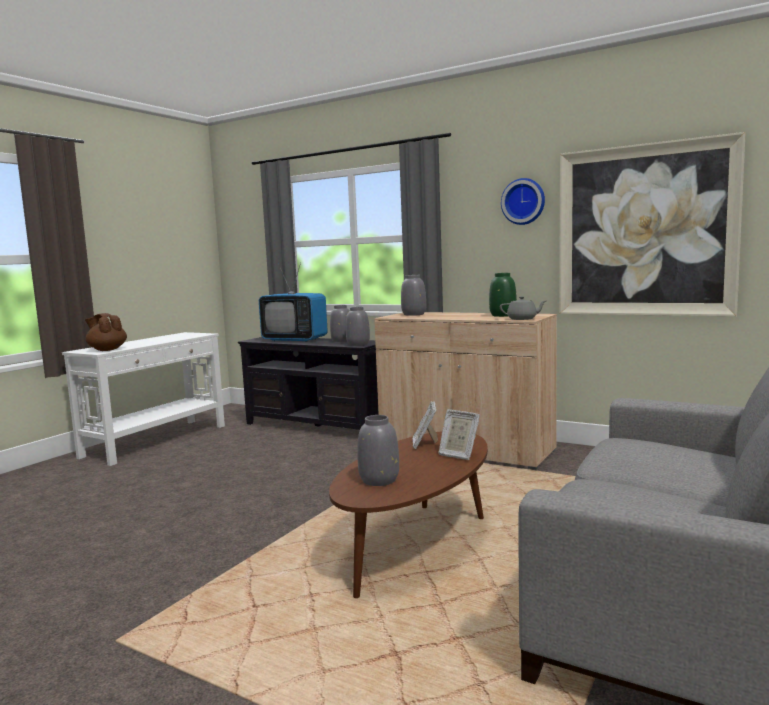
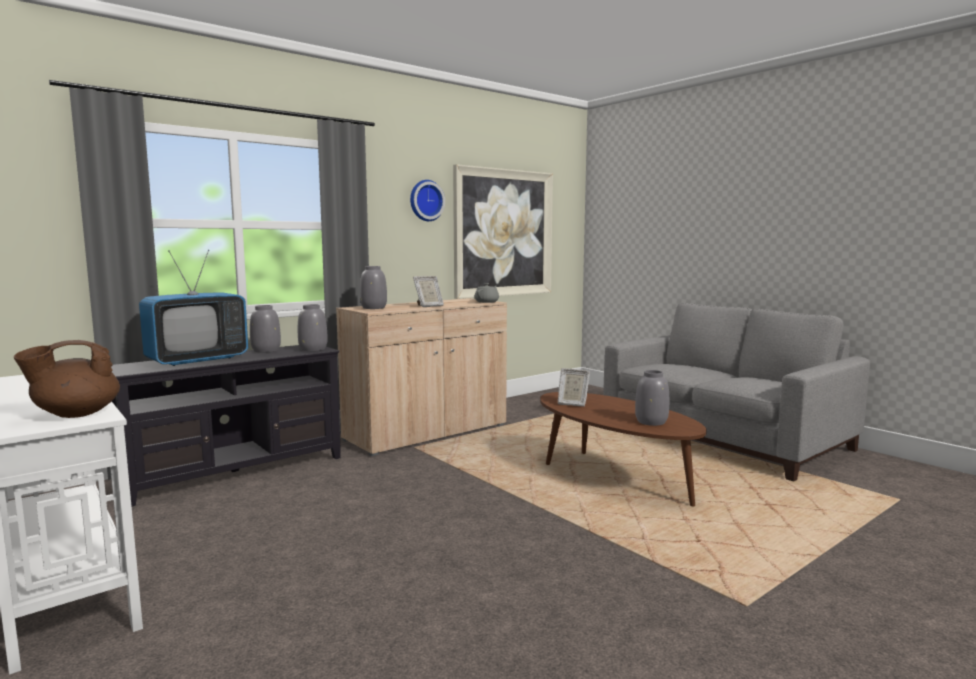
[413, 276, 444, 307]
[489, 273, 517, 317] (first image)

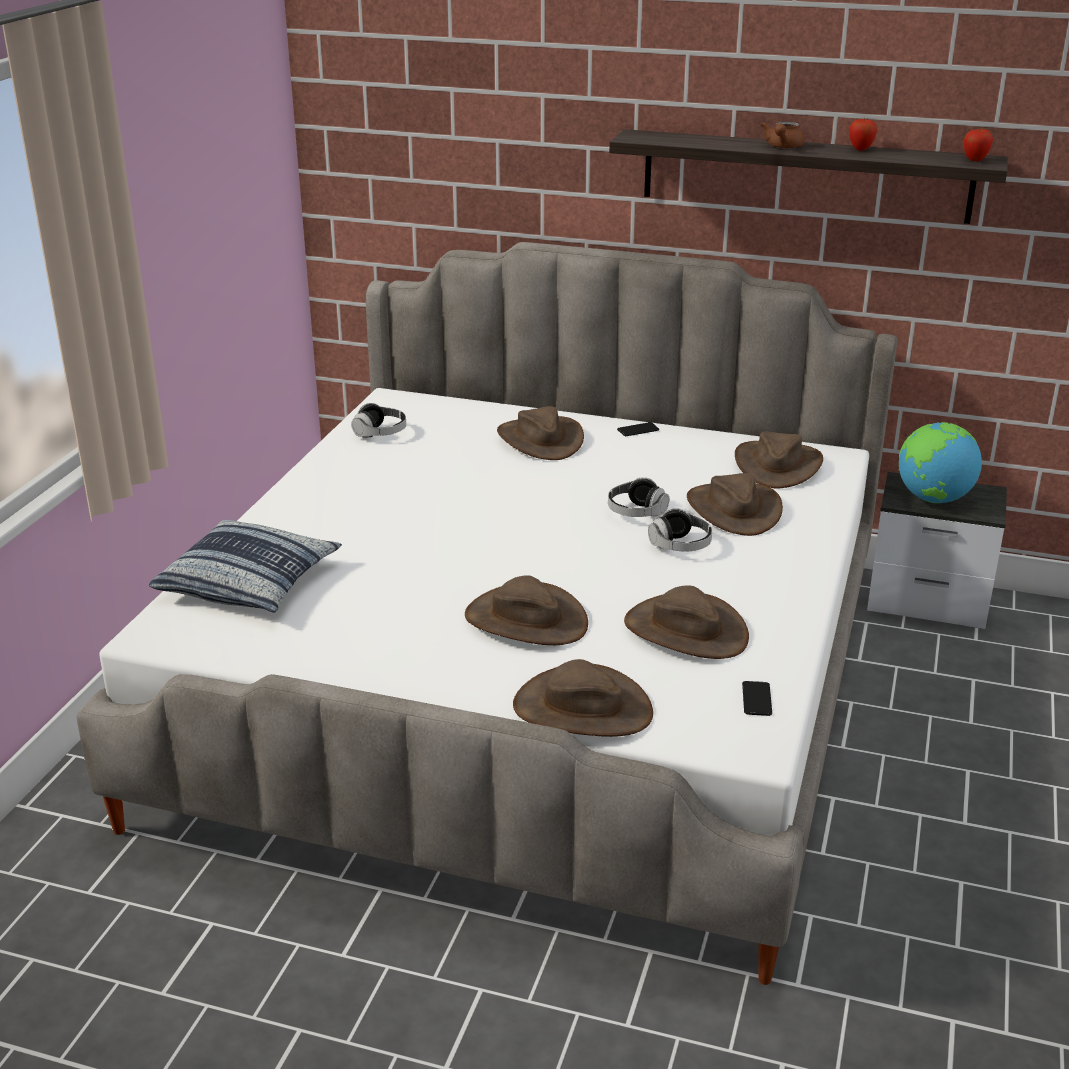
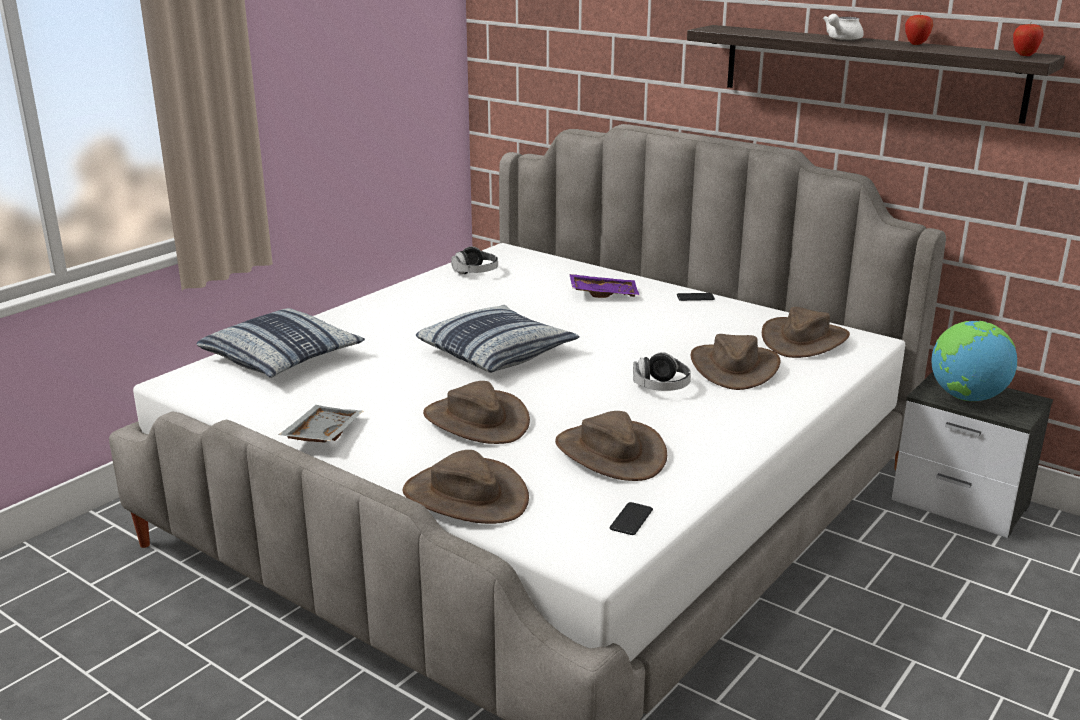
[570, 274, 639, 298]
[608, 477, 669, 517] (first image)
[823, 14, 864, 41]
[279, 405, 363, 443]
[416, 305, 580, 373]

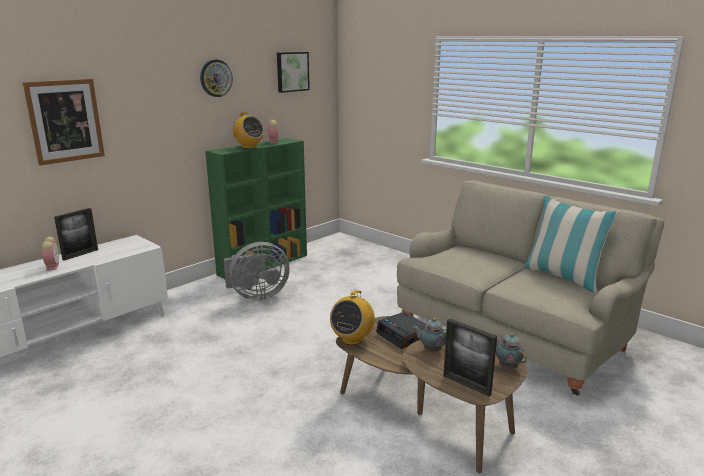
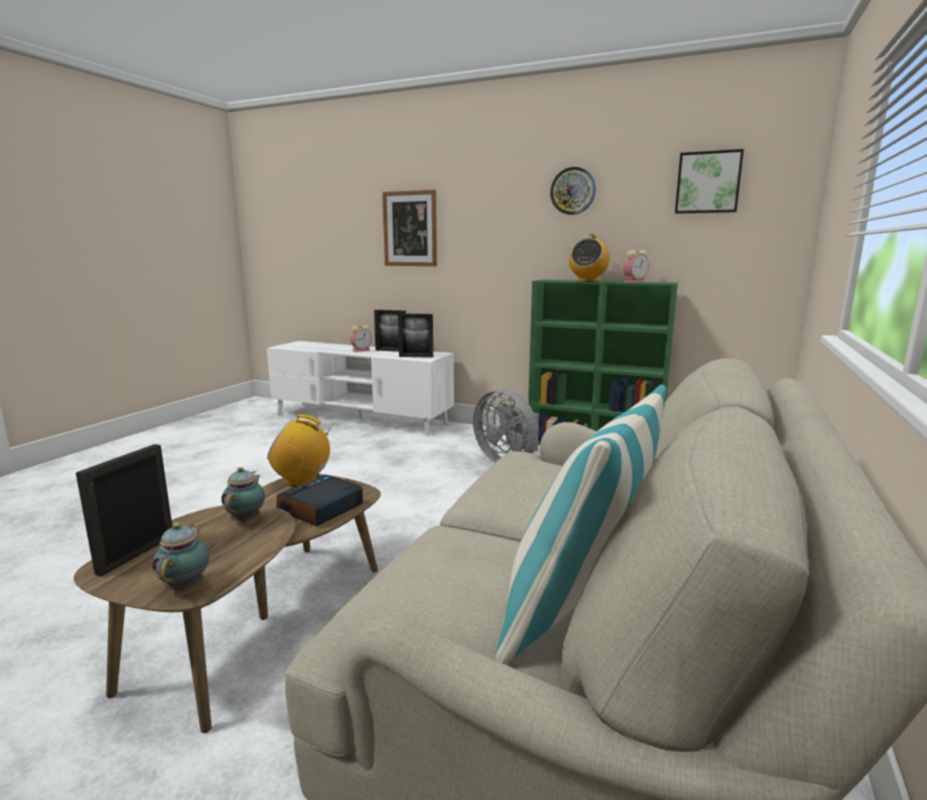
[152, 523, 209, 592]
[398, 313, 433, 358]

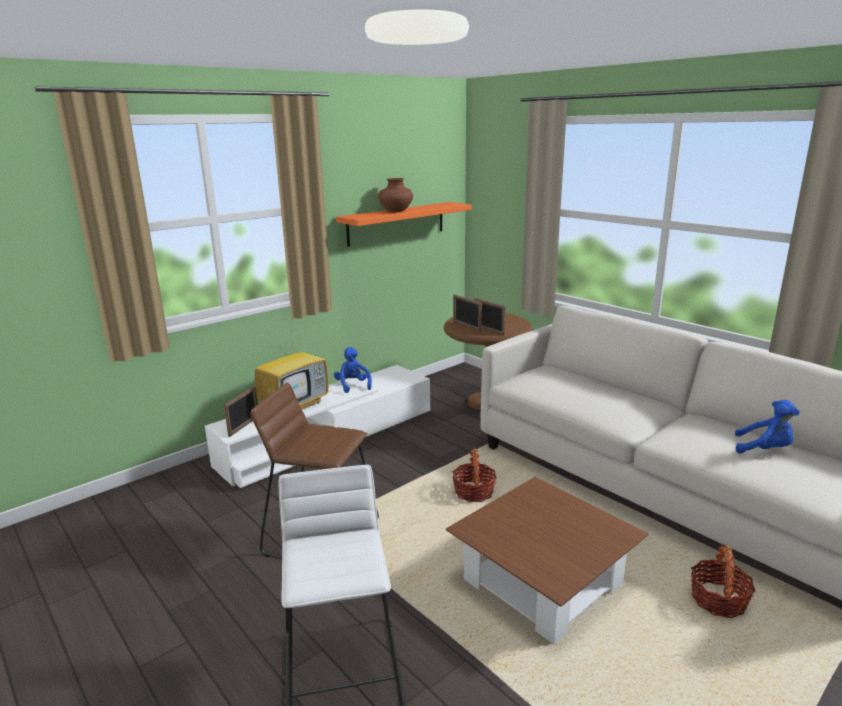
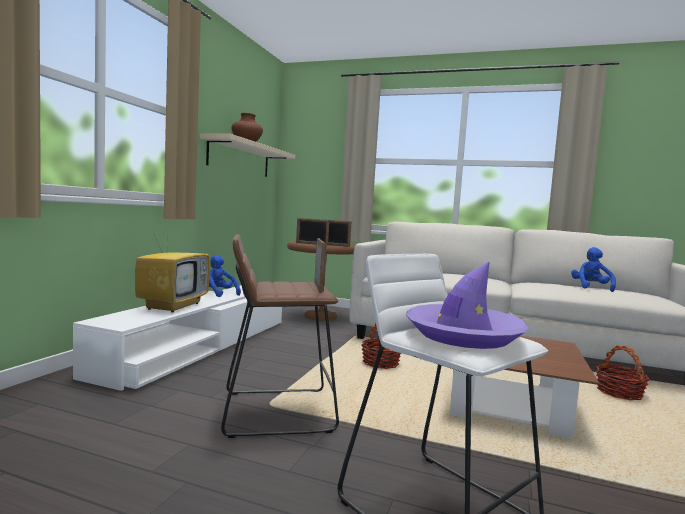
[314, 238, 327, 293]
[200, 133, 295, 177]
[571, 247, 616, 292]
[406, 261, 529, 349]

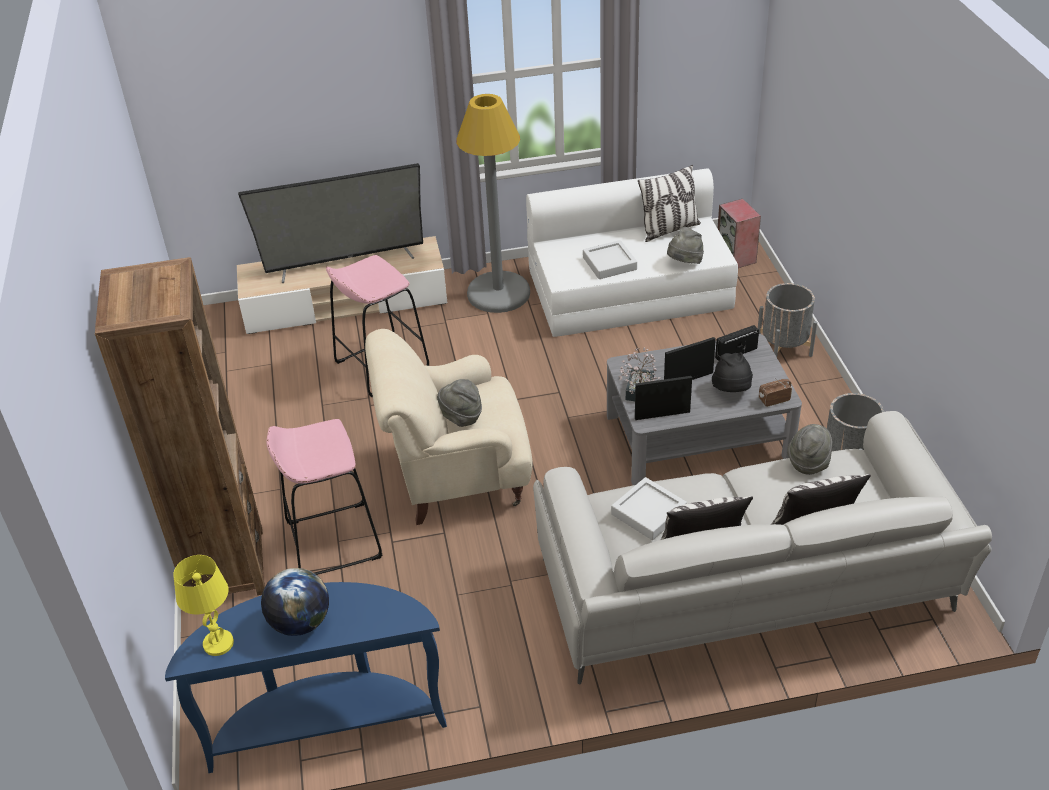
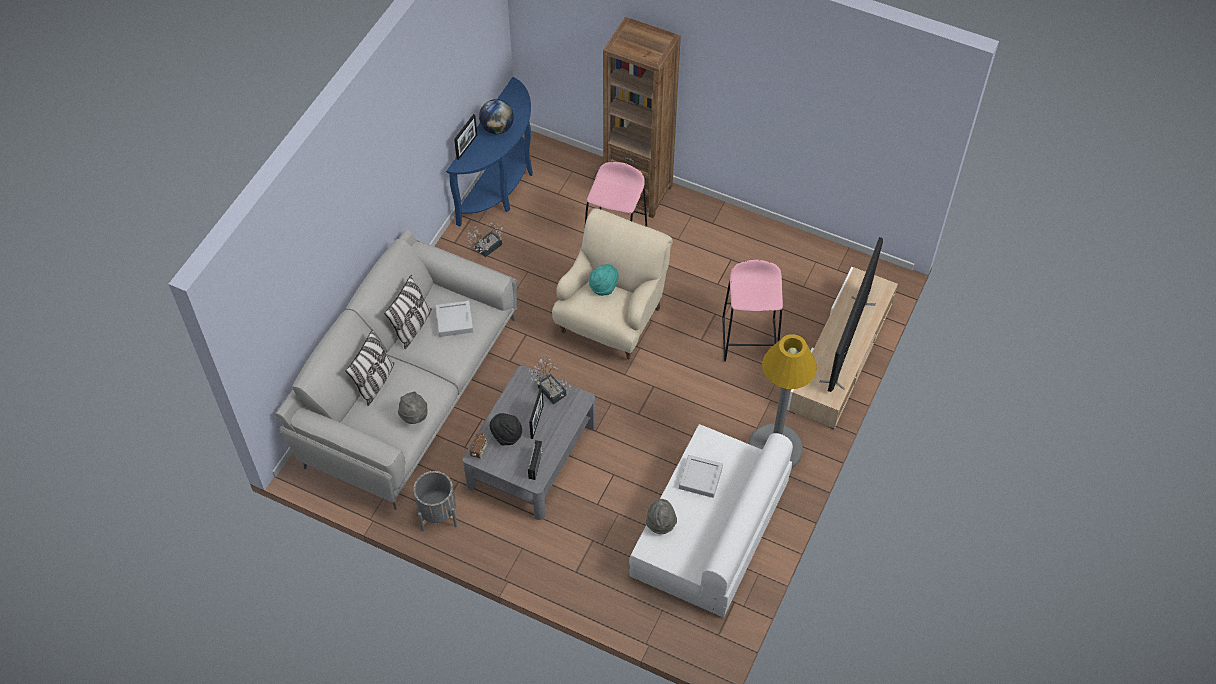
[173, 555, 234, 656] (first image)
[589, 264, 619, 296]
[454, 114, 477, 160]
[638, 165, 701, 242] (first image)
[717, 199, 761, 268] (first image)
[758, 283, 817, 357] (first image)
[467, 222, 503, 257]

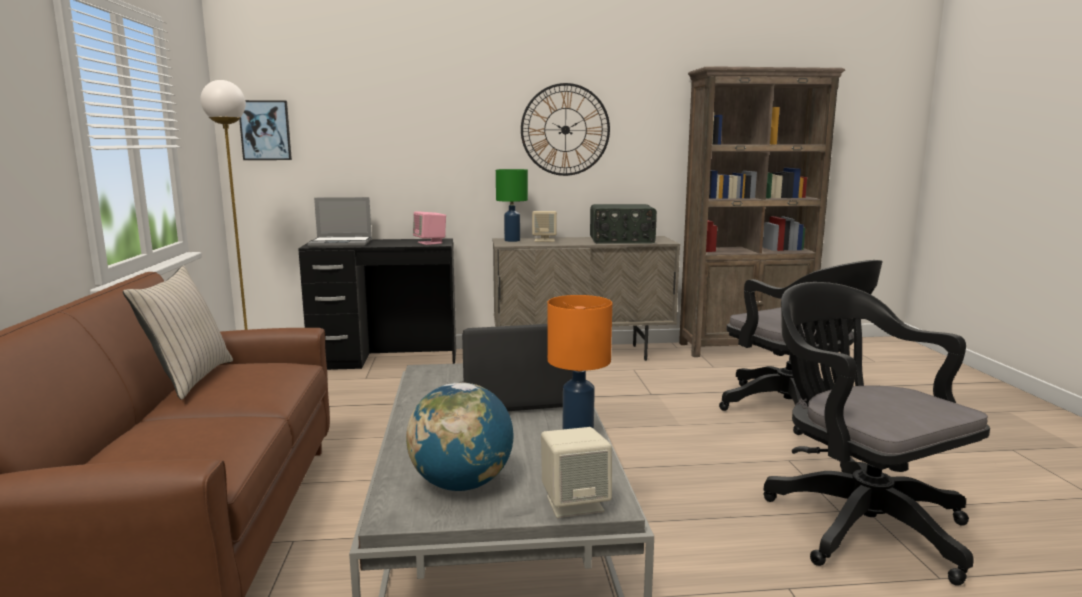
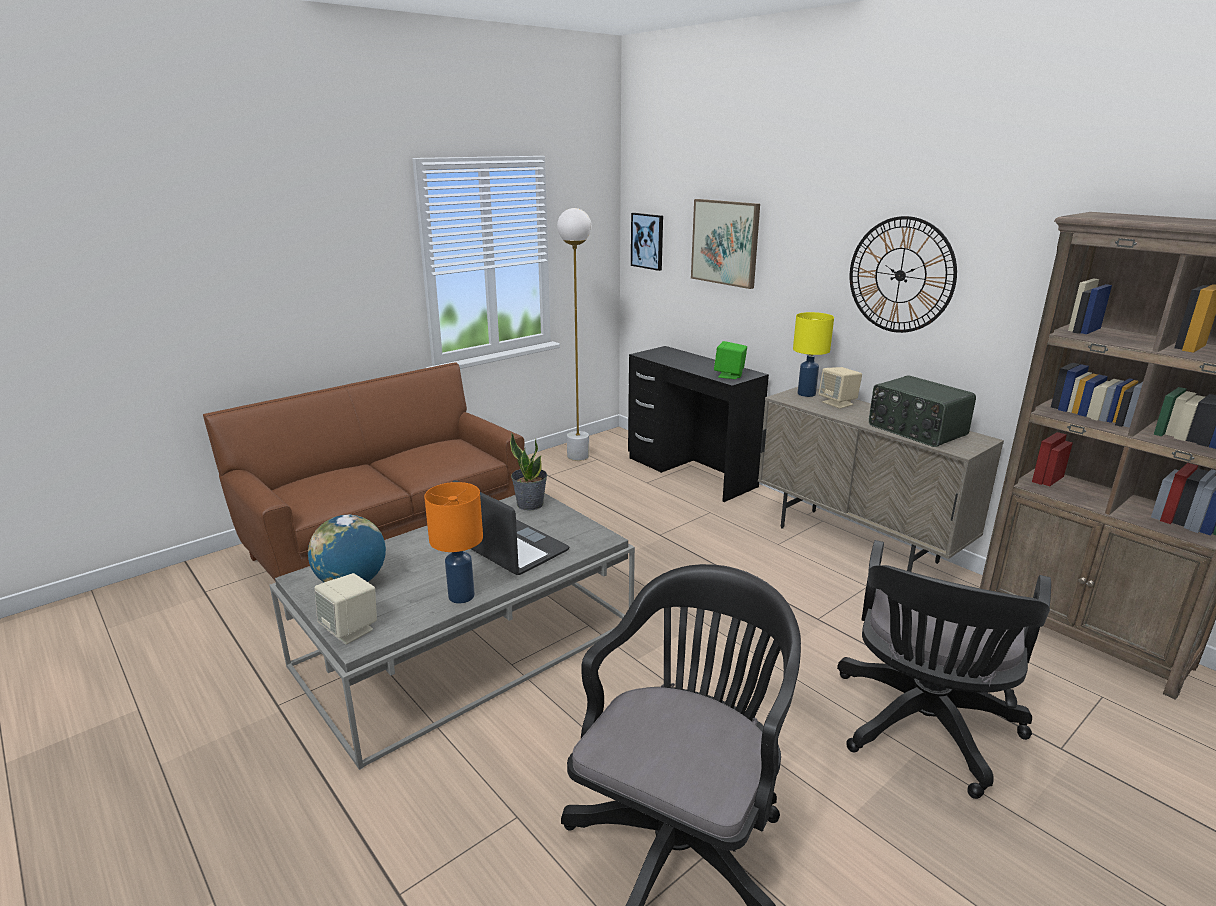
[123, 266, 233, 400] (first image)
[307, 197, 372, 247] (first image)
[714, 341, 747, 379]
[793, 312, 834, 397]
[510, 433, 547, 511]
[691, 199, 760, 289]

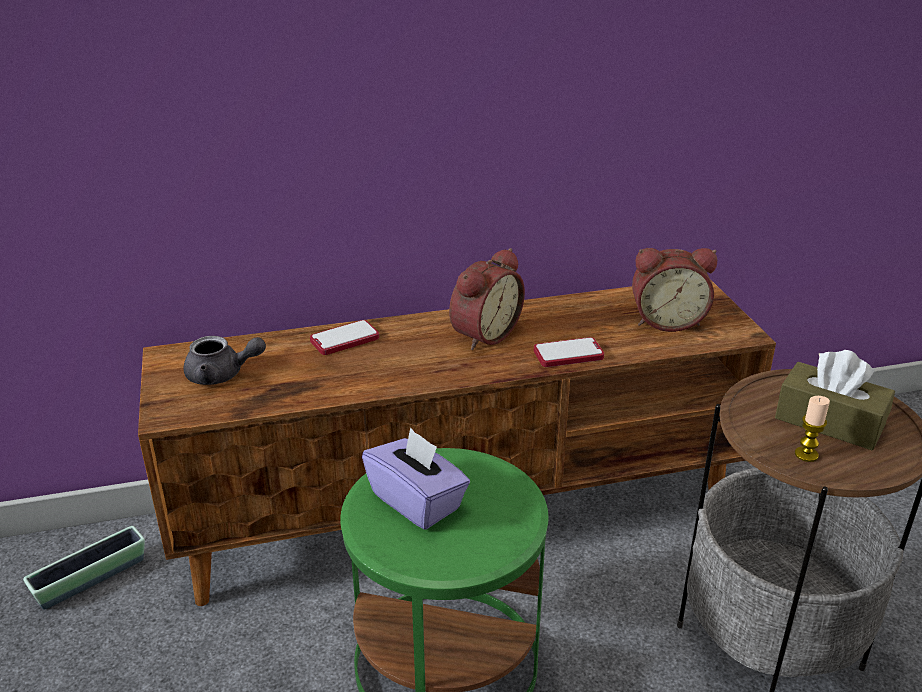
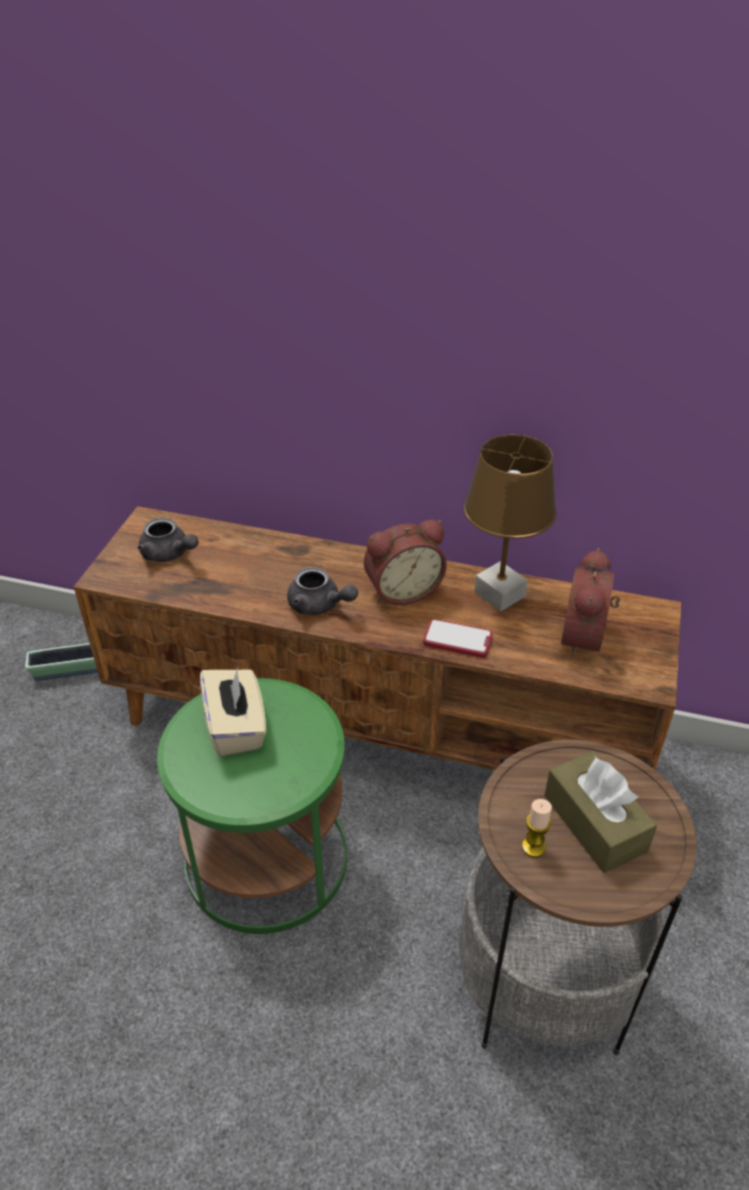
[310, 320, 379, 355] (first image)
[200, 668, 266, 756]
[561, 548, 620, 658]
[287, 567, 358, 615]
[464, 435, 557, 611]

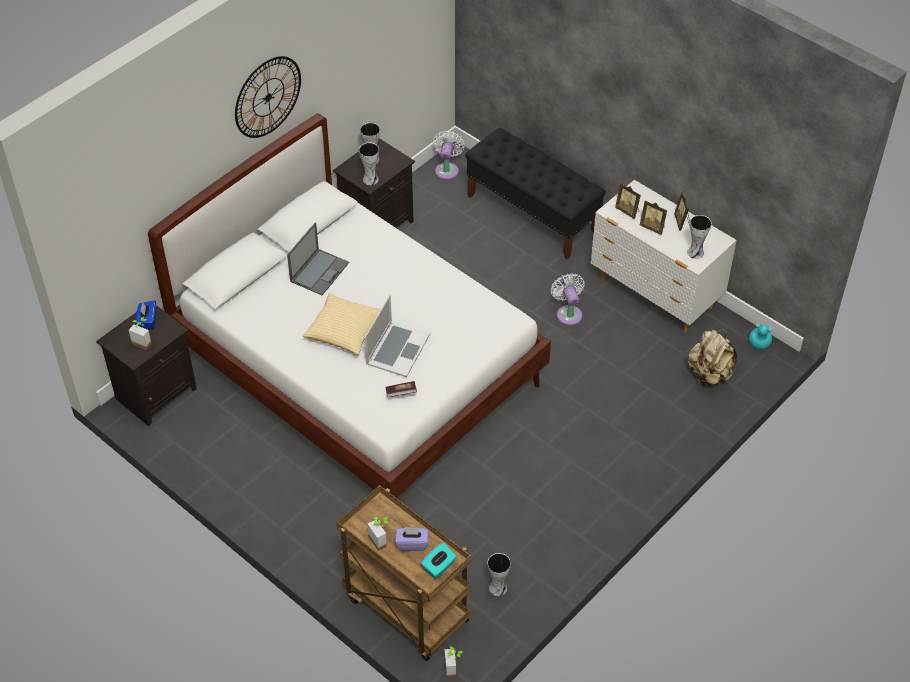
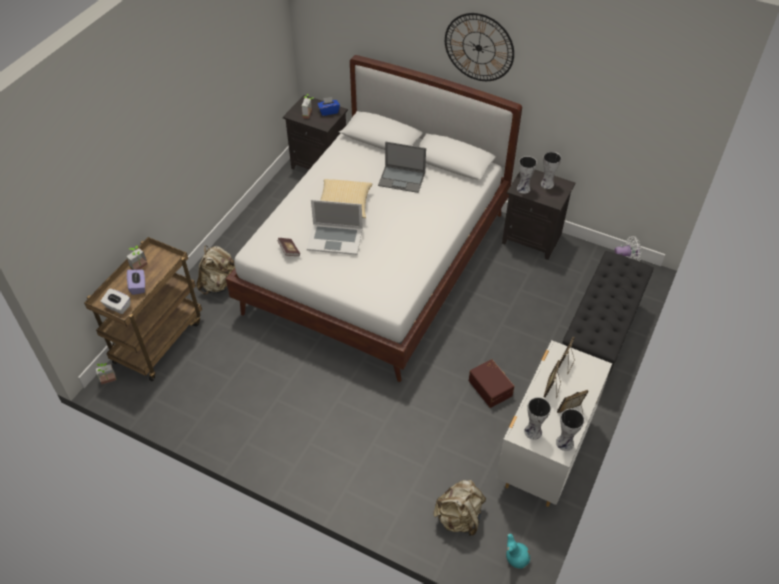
[101, 289, 130, 314]
[556, 409, 585, 451]
[469, 359, 514, 408]
[196, 246, 235, 294]

